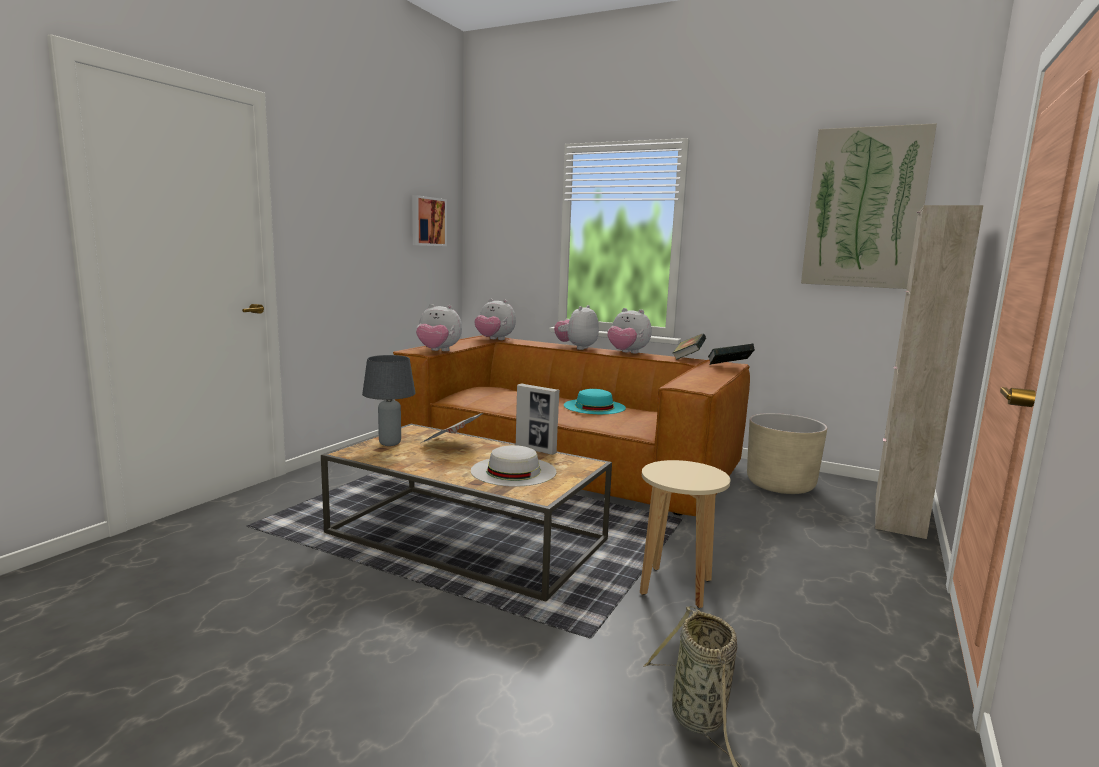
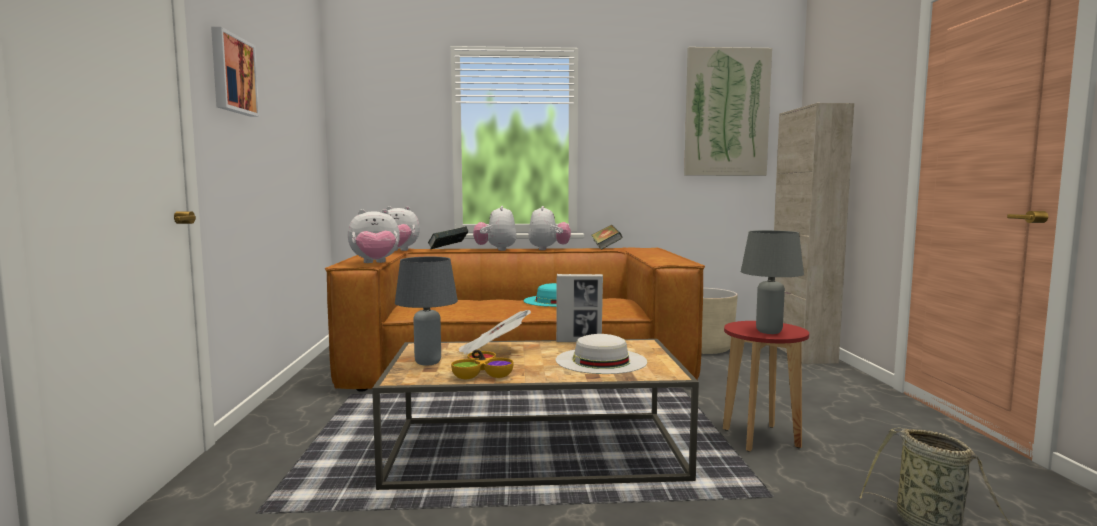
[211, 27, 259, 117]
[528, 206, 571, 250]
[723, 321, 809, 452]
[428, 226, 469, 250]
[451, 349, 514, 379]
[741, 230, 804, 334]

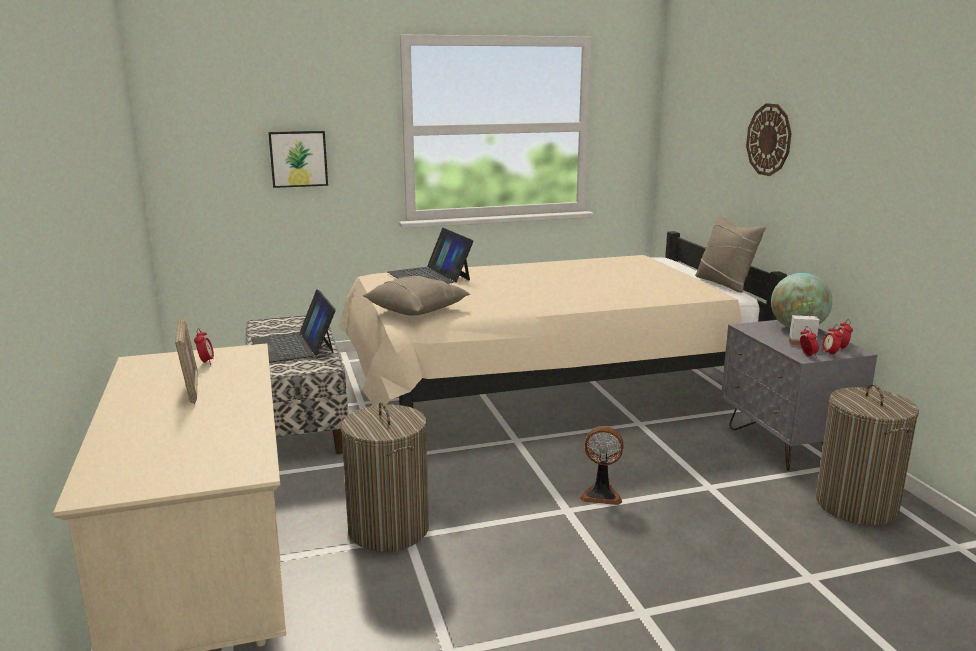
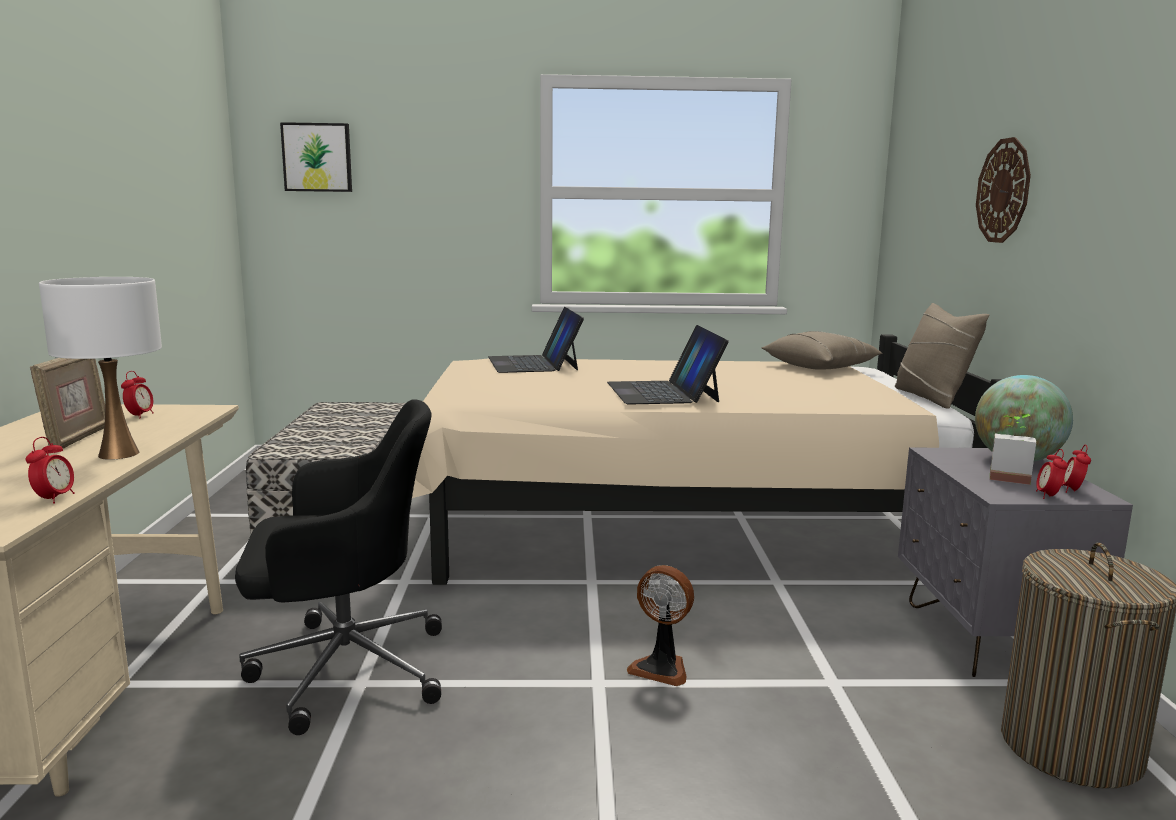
[607, 325, 729, 405]
[280, 122, 352, 192]
[235, 399, 442, 735]
[762, 331, 883, 370]
[26, 437, 75, 504]
[39, 277, 162, 460]

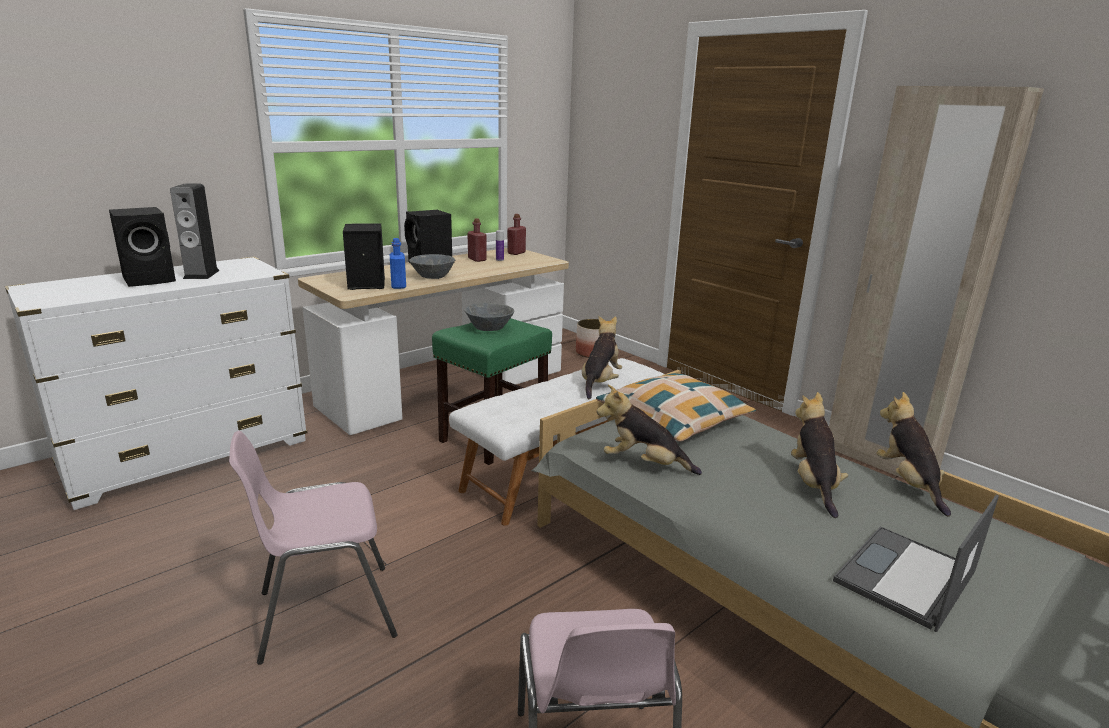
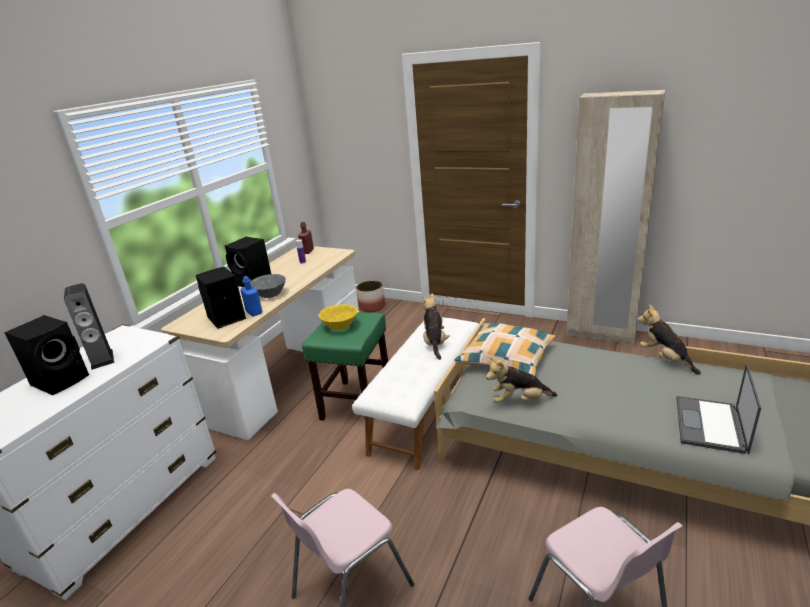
[319, 304, 358, 330]
[467, 218, 486, 262] (first image)
[791, 392, 848, 518] (first image)

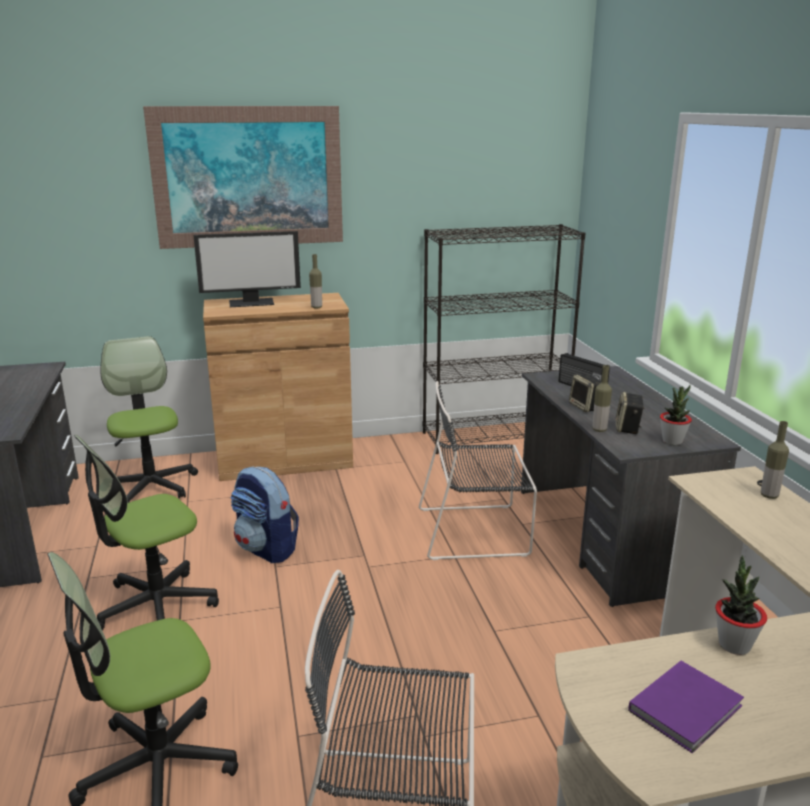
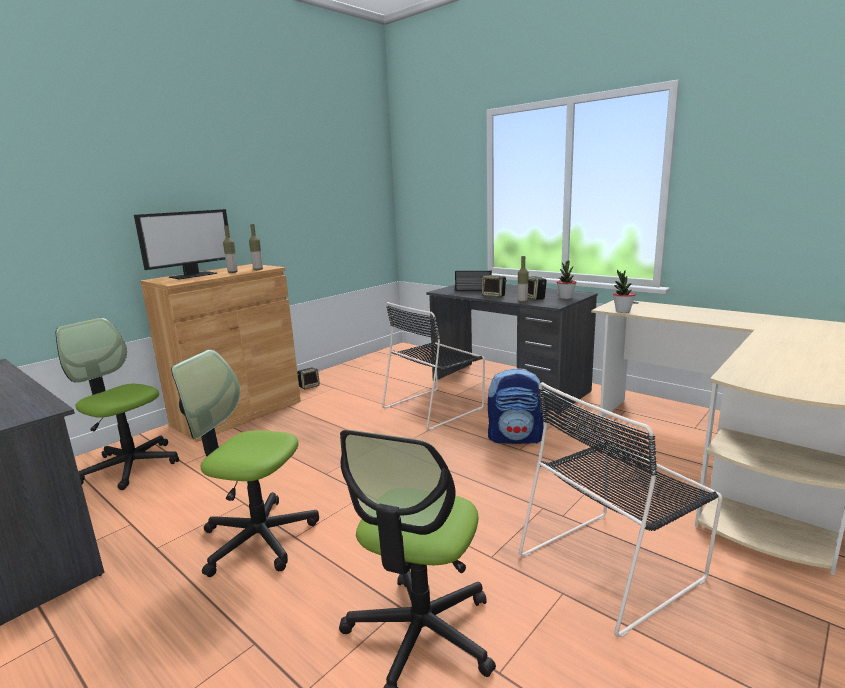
[171, 350, 319, 577]
[143, 106, 343, 249] (first image)
[488, 368, 543, 444]
[423, 224, 585, 454] (first image)
[628, 661, 744, 753] (first image)
[613, 269, 636, 313]
[223, 226, 238, 273]
[297, 368, 320, 389]

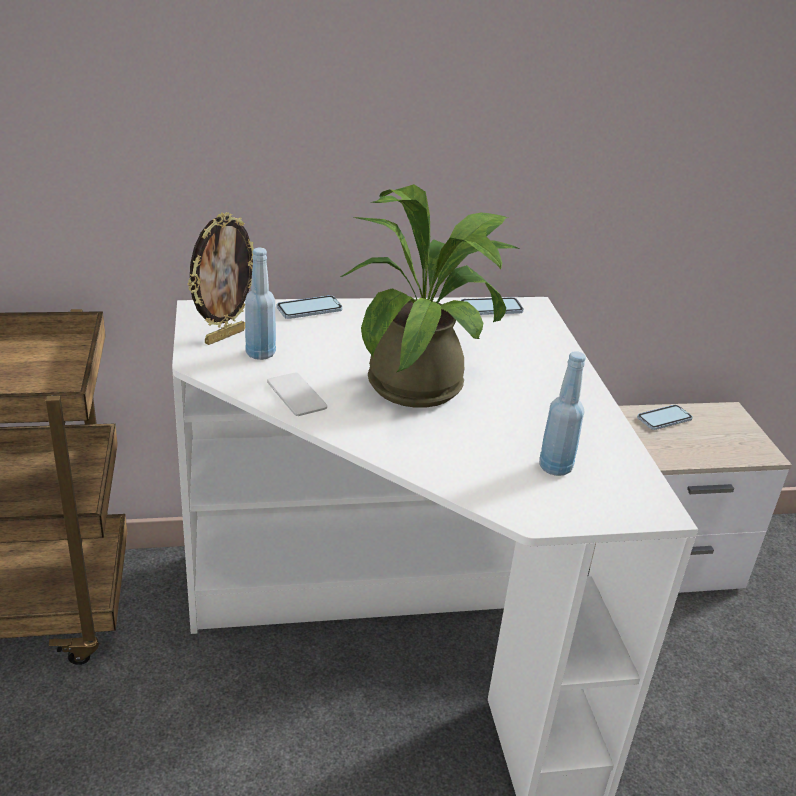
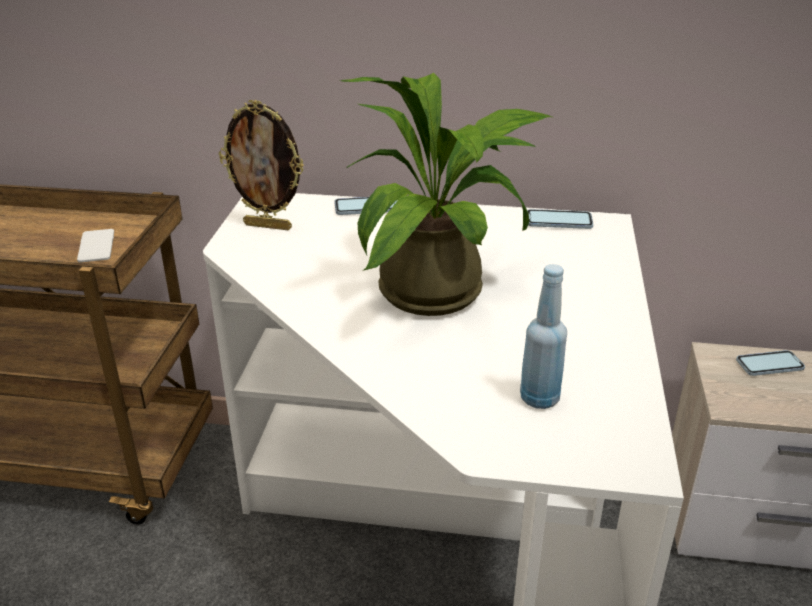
[219, 99, 304, 230]
[245, 248, 276, 360] (first image)
[77, 229, 114, 263]

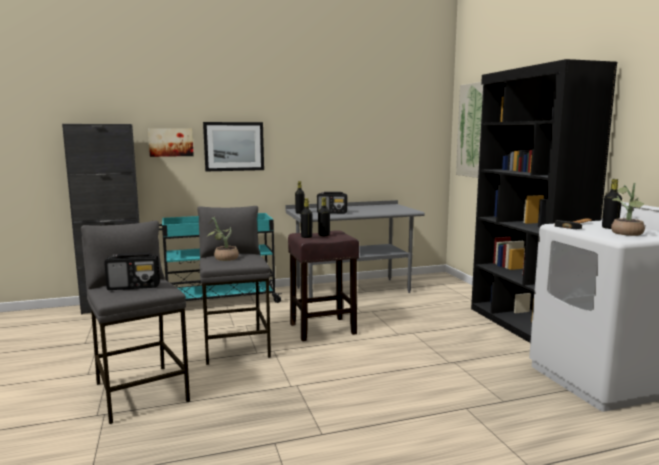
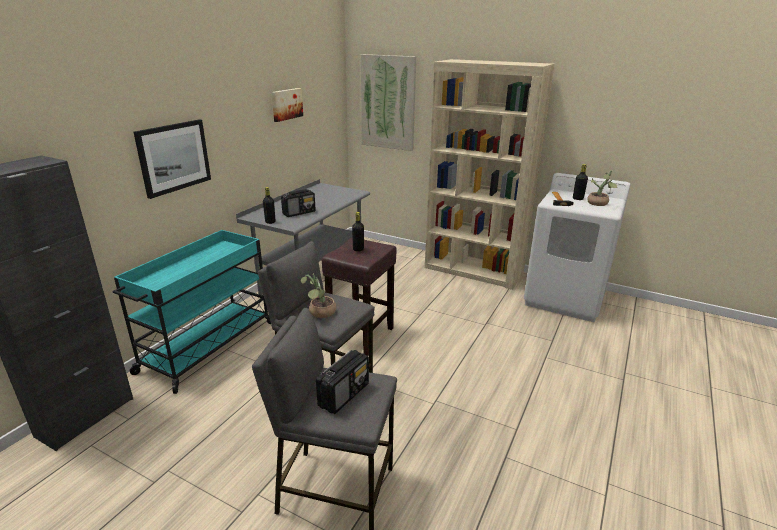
[271, 88, 303, 122]
[301, 198, 312, 238] (first image)
[425, 59, 554, 290]

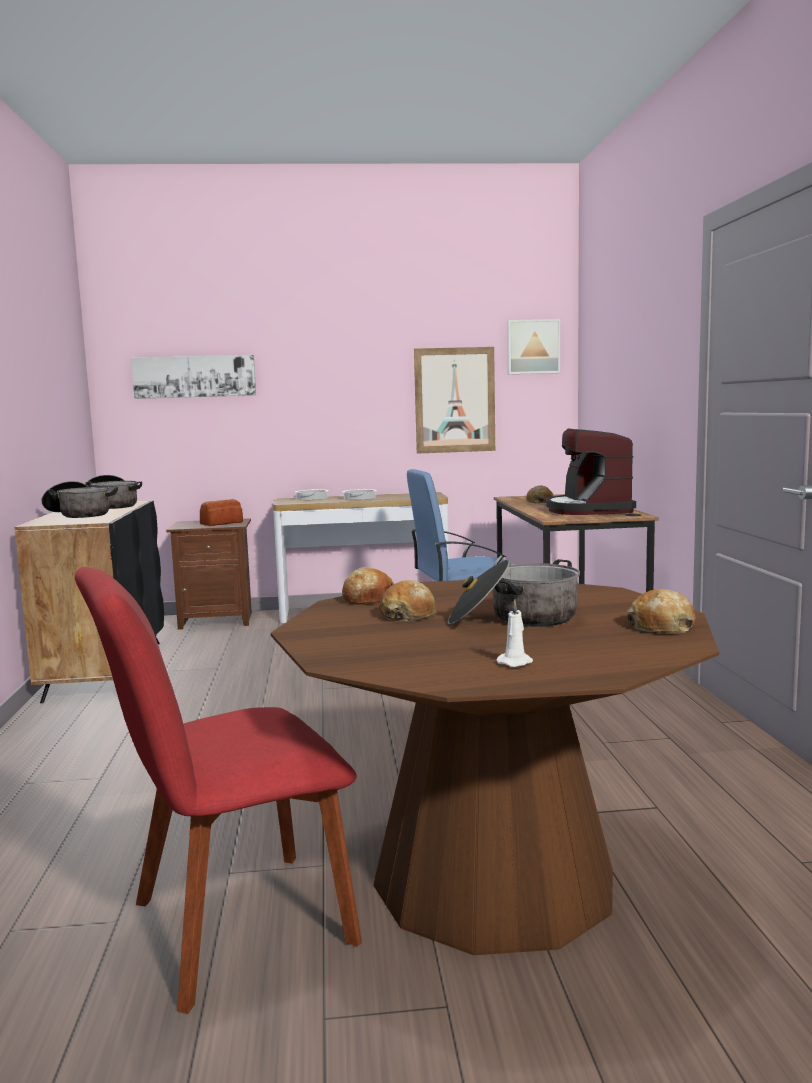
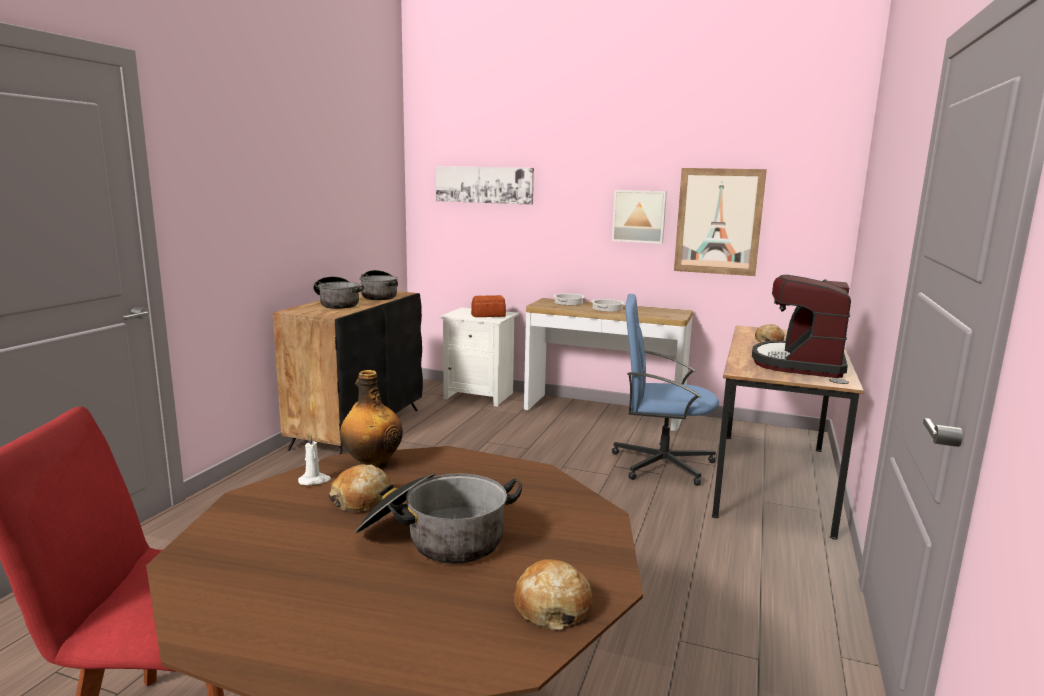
[439, 307, 519, 407]
[340, 370, 403, 469]
[298, 433, 331, 485]
[612, 190, 667, 244]

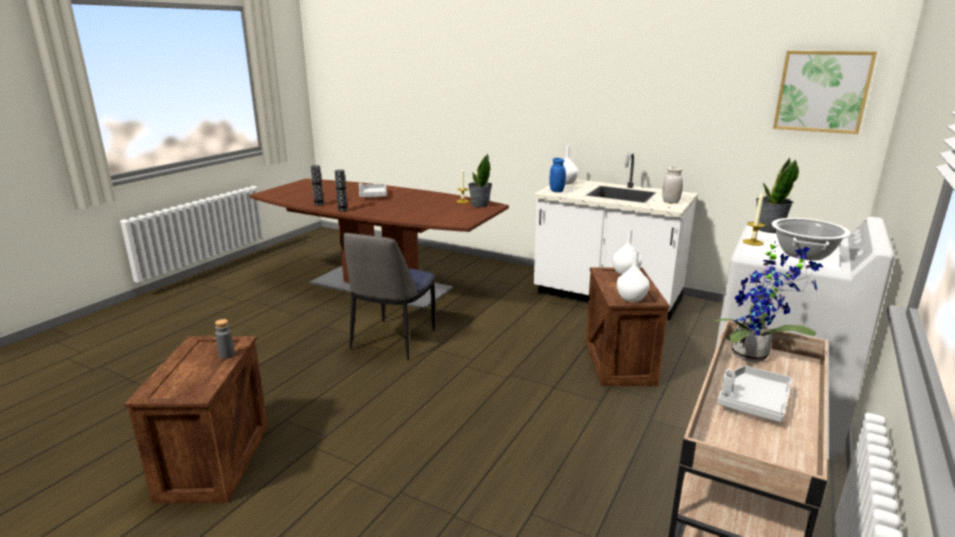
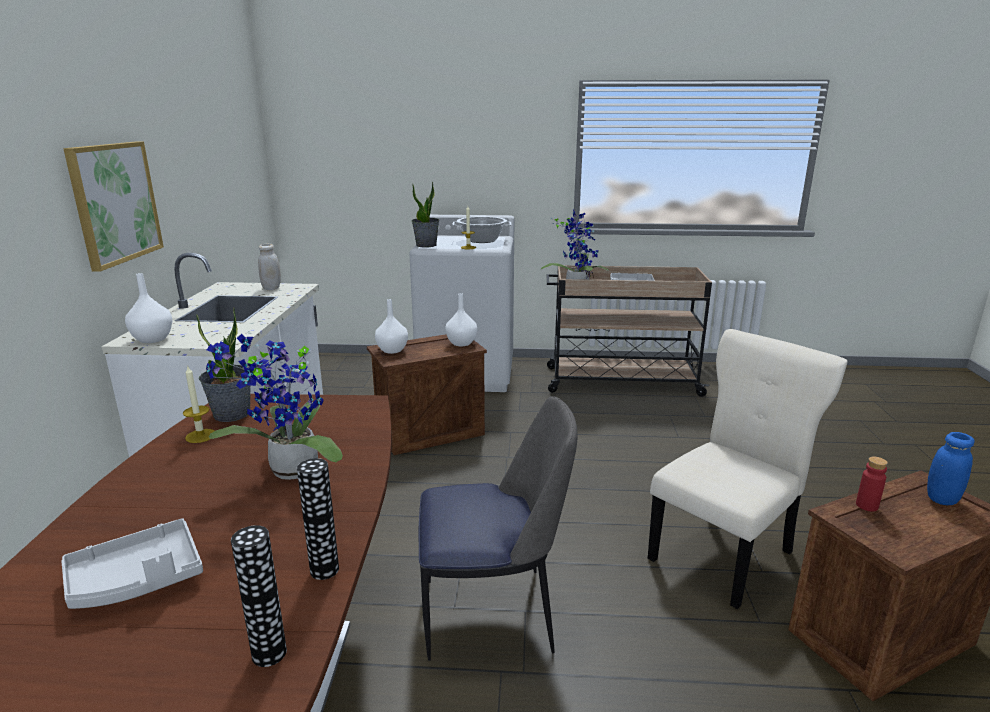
[856, 457, 888, 512]
[927, 432, 975, 505]
[63, 141, 164, 272]
[206, 334, 343, 480]
[648, 329, 848, 609]

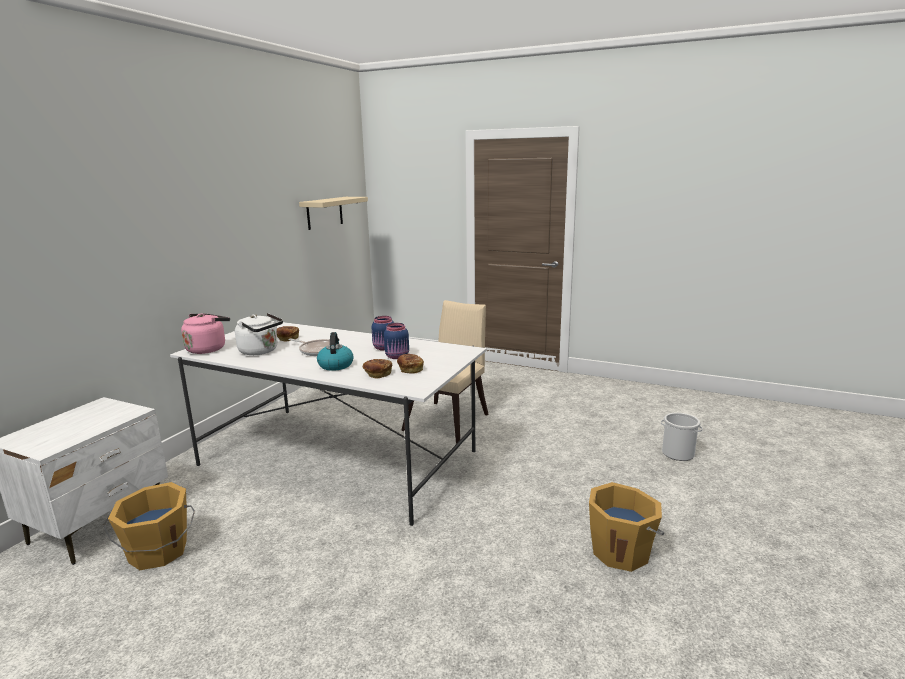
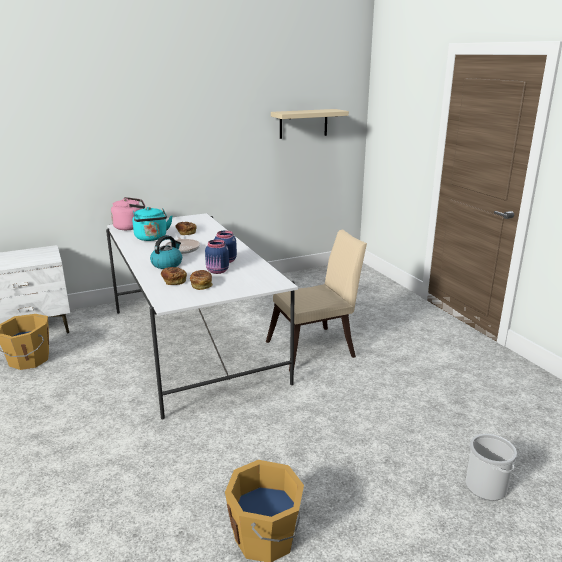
[132, 207, 173, 241]

